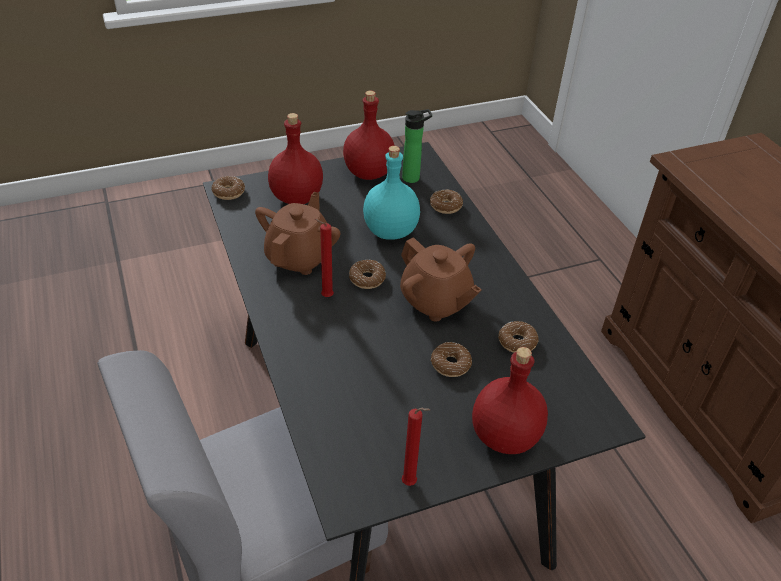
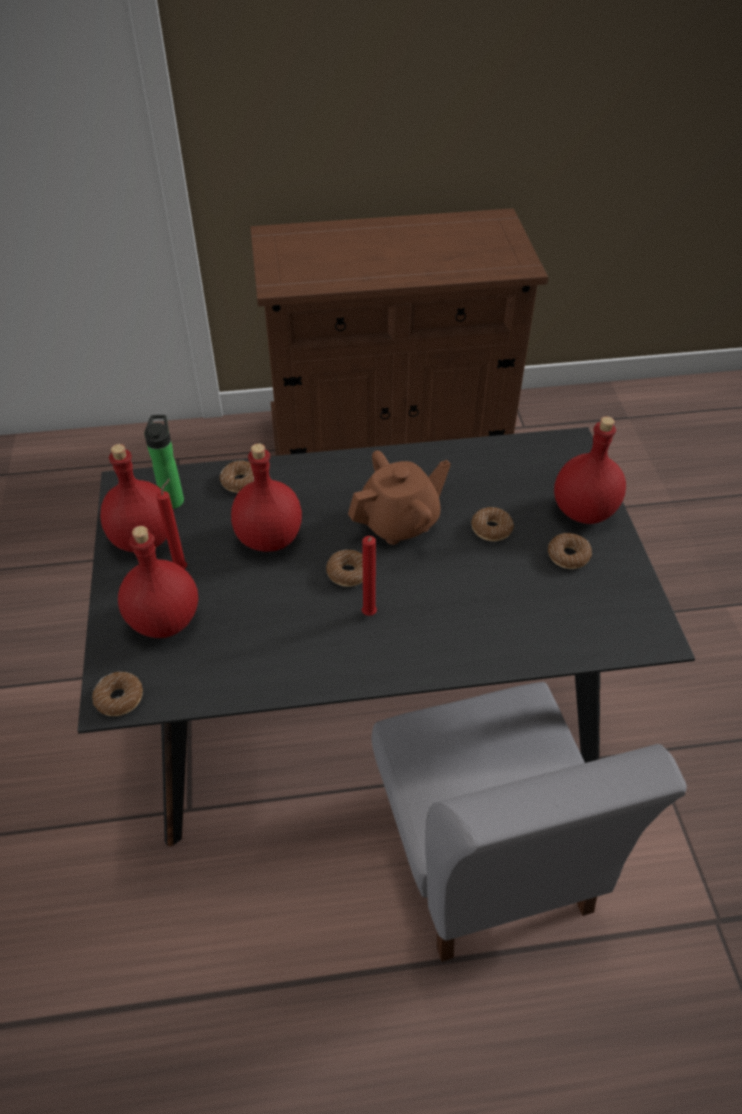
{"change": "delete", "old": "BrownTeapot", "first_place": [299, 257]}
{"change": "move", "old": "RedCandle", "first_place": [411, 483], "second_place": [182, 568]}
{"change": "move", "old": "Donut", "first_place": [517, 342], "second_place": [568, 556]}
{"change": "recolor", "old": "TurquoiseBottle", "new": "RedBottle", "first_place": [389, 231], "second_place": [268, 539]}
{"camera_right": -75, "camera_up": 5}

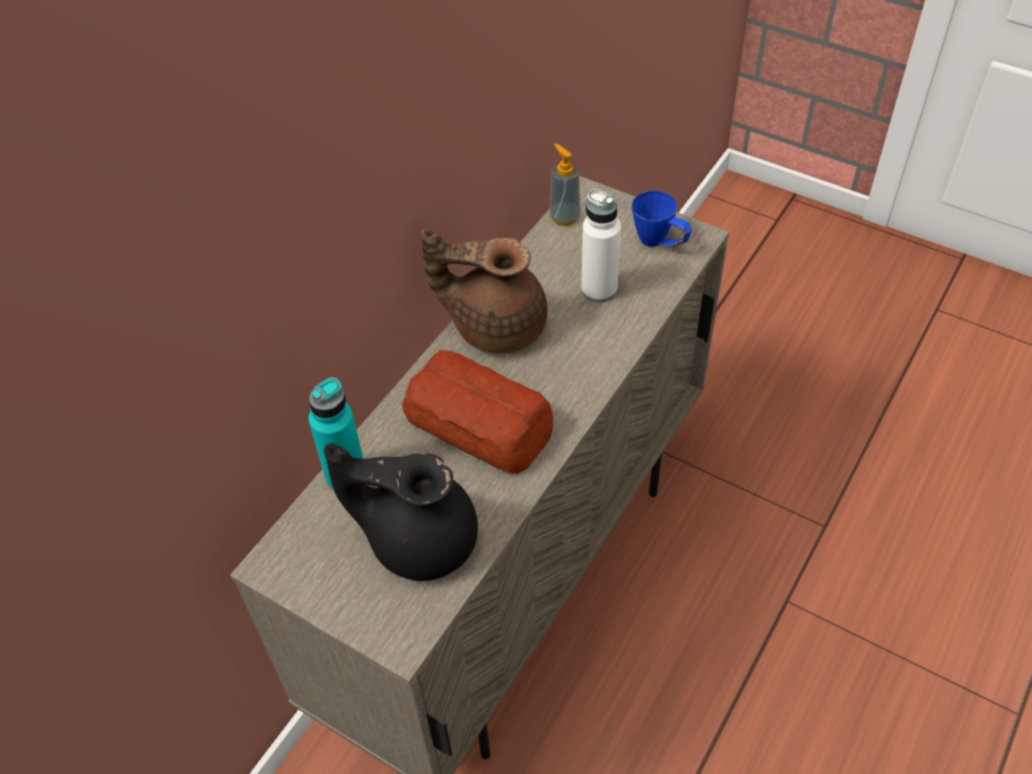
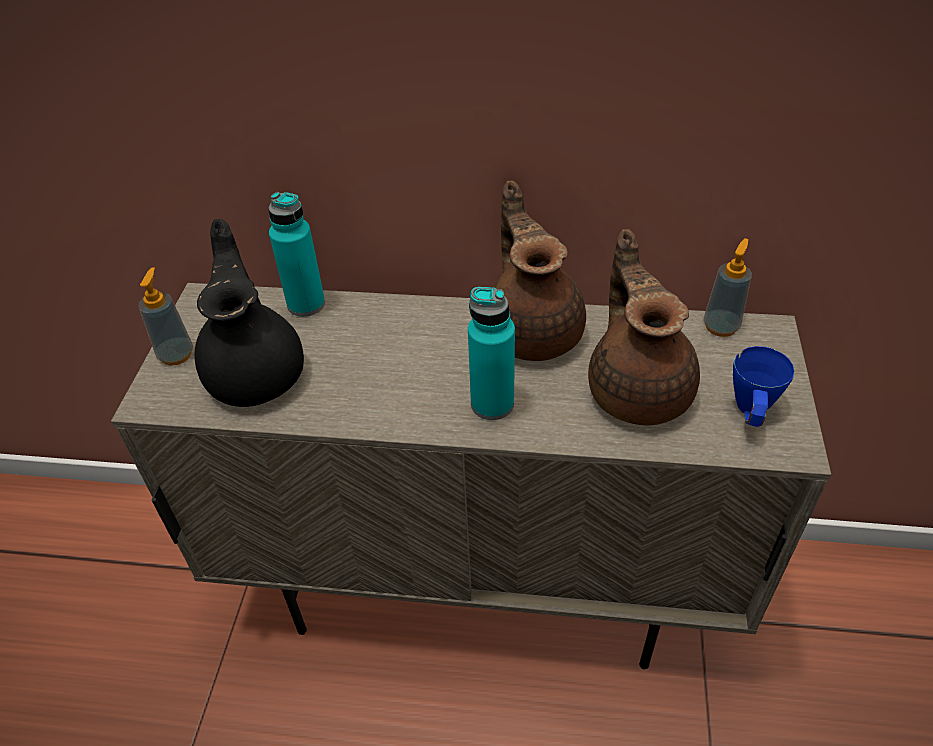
{"change": "delete", "old": "Bread", "first_place": [479, 425]}
{"change": "insert", "new": "SoapDispenser", "second_place": [176, 354]}
{"change": "insert", "new": "TurquoiseBottle", "second_place": [492, 404]}
{"change": "replace", "old": "WhiteBottle", "new": "BrownTeapot", "first_place": [599, 290], "second_place": [638, 388]}
{"camera_right": 65, "camera_up": -5}

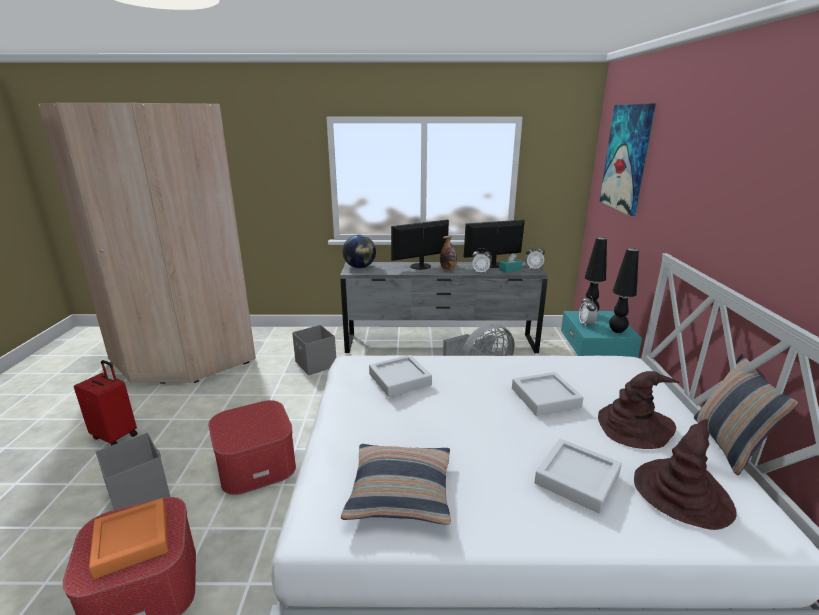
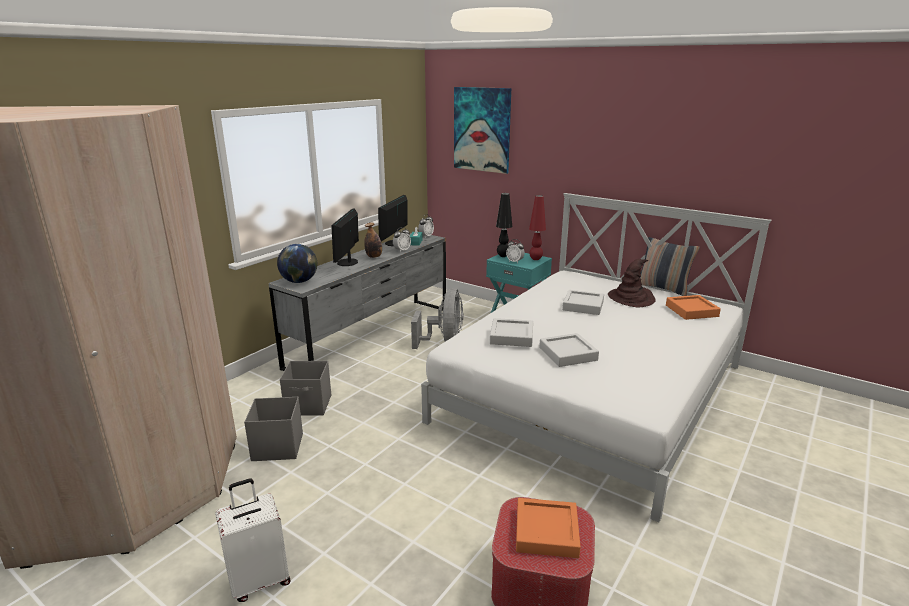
{"change": "delete", "old": "Ottoman", "first_place": [256, 463]}
{"change": "delete", "old": "Pillow", "first_place": [400, 492]}
{"change": "move", "old": "GreyStorageBox", "first_place": [139, 494], "second_place": [277, 447]}
{"change": "move", "old": "GreyTray", "first_place": [577, 479], "second_place": [568, 354]}
{"change": "replace", "old": "BrownHat", "new": "OrangeTray", "first_place": [682, 494], "second_place": [691, 311]}
{"change": "recolor", "old": "RedSuitcase", "new": "WhiteSuitcase", "first_place": [116, 436], "second_place": [260, 580]}
{"change": "recolor", "old": "BlackTableLamp", "new": "RedTableLamp", "first_place": [617, 331], "second_place": [535, 259]}
{"camera_right": -55, "camera_up": 0}

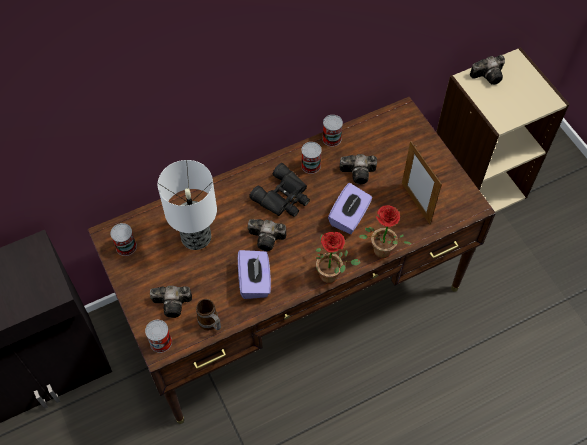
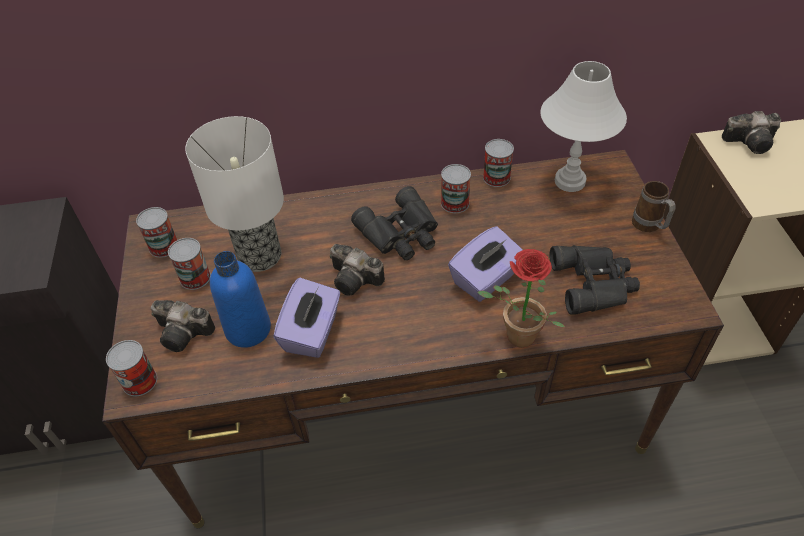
{"change": "delete", "old": "PottedPlant", "first_place": [332, 275]}
{"change": "delete", "old": "PhotoCamera", "first_place": [359, 173]}
{"change": "insert", "new": "Can", "second_place": [195, 277]}
{"change": "insert", "new": "BlueBottle", "second_place": [248, 329]}
{"change": "insert", "new": "WhiteTableLamp", "second_place": [569, 181]}
{"change": "move", "old": "Mug", "first_place": [211, 324], "second_place": [649, 227]}
{"change": "replace", "old": "PictureFrame", "new": "BlackBinoculars", "first_place": [416, 203], "second_place": [595, 283]}
{"camera_right": 20, "camera_up": -10}

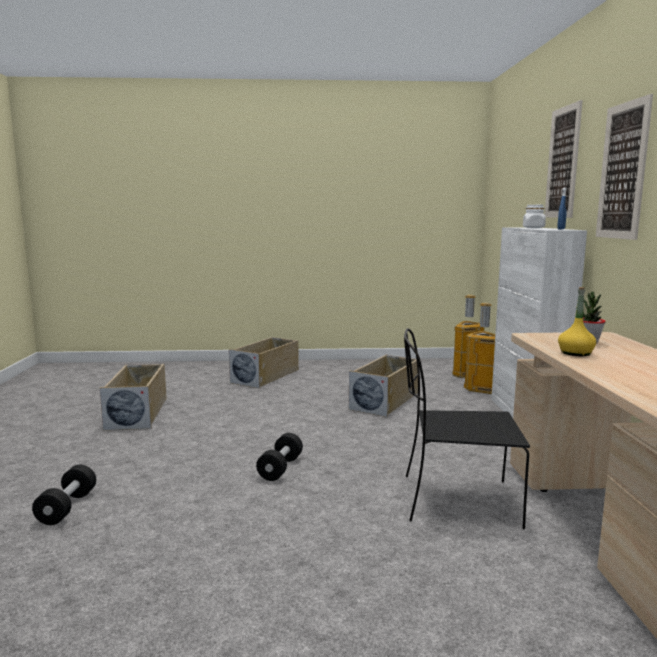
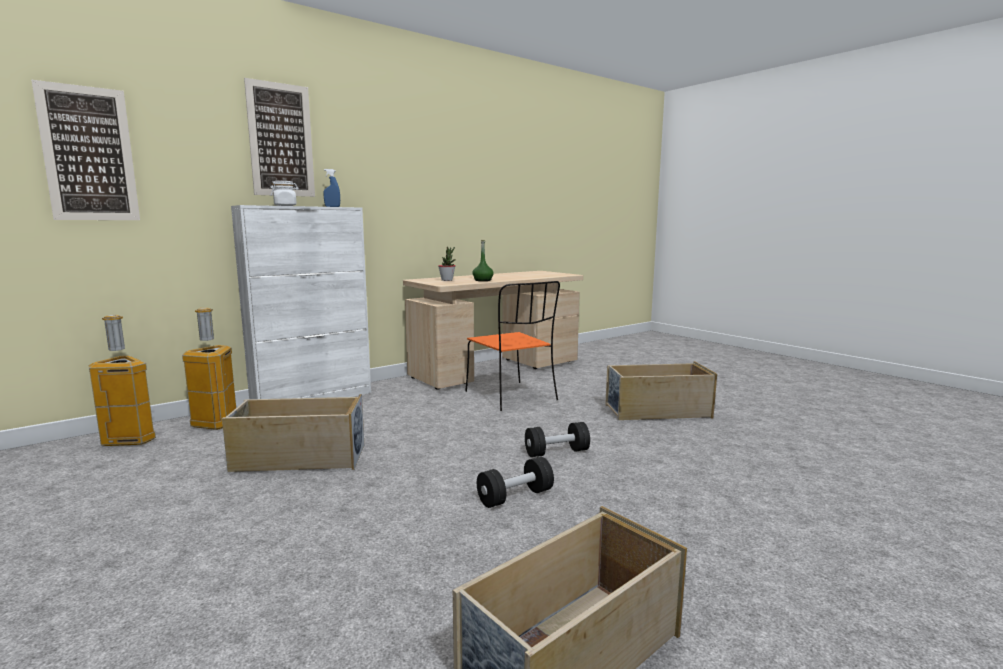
{"change": "move", "old": "BlackDumbbell", "first_place": [67, 507], "second_place": [515, 497]}
{"change": "move", "old": "BeigeStorageBox", "first_place": [266, 376], "second_place": [656, 411]}
{"change": "move", "old": "Picture", "first_place": [623, 171], "second_place": [89, 154]}
{"change": "recolor", "old": "BlackChair", "new": "OrangeChair", "first_place": [456, 501], "second_place": [512, 397]}
{"change": "recolor", "old": "YellowBottle", "new": "GreenBottle", "first_place": [575, 353], "second_place": [483, 280]}
{"camera_right": -125, "camera_up": 0}

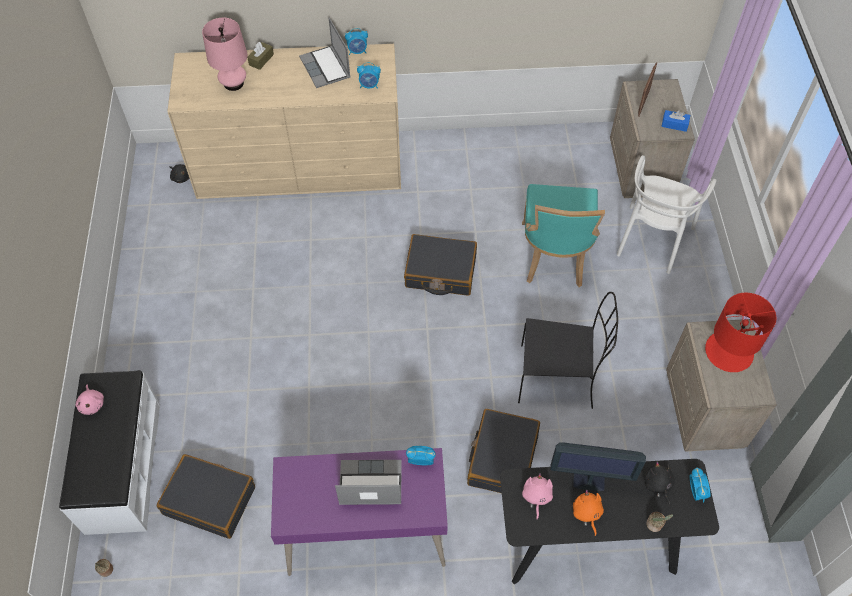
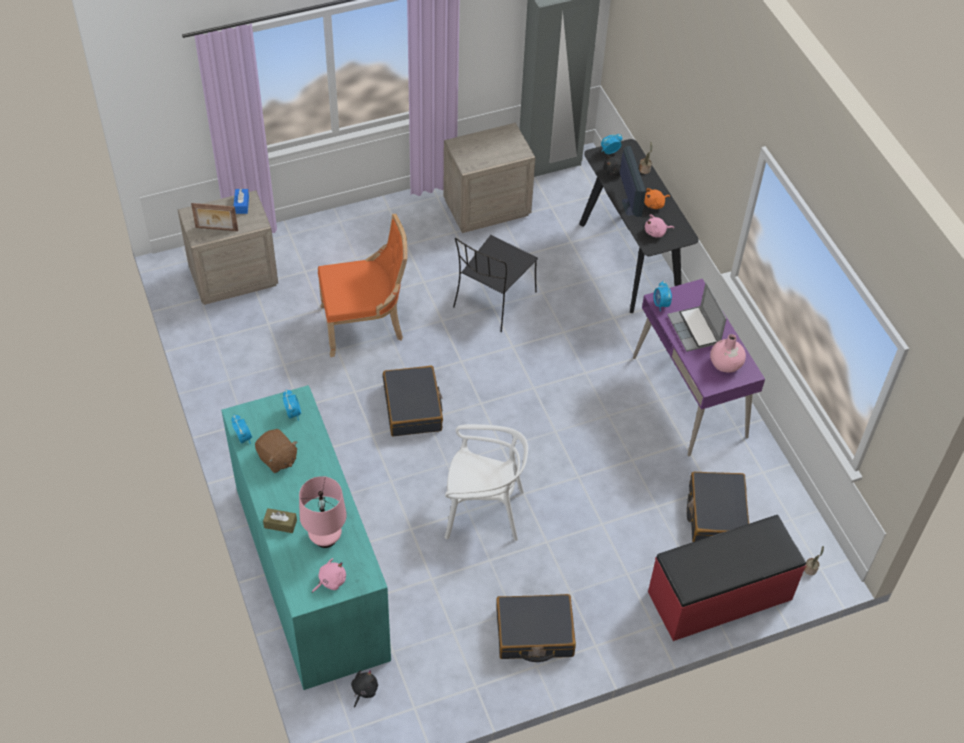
{"change": "delete", "old": "RedTableLamp", "first_place": [729, 352]}
{"change": "insert", "new": "PinkVase", "second_place": [725, 364]}
{"change": "move", "old": "PinkPlushToy", "first_place": [92, 404], "second_place": [330, 581]}
{"change": "move", "old": "BlackSuitcase", "first_place": [502, 458], "second_place": [534, 633]}
{"change": "move", "old": "WhiteChair", "first_place": [653, 239], "second_place": [483, 511]}
{"change": "replace", "old": "Laptop", "new": "BrownPlushToy", "first_place": [326, 68], "second_place": [277, 459]}
{"change": "recolor", "old": "WhiteBench", "new": "RedBench", "first_place": [122, 467], "second_place": [720, 596]}
{"change": "recolor", "old": "BeigeDresser", "new": "TurquoiseDresser", "first_place": [299, 165], "second_place": [311, 572]}
{"change": "recolor", "old": "TurquoiseChair", "new": "OrangeChair", "first_place": [554, 257], "second_place": [365, 325]}
{"change": "rotate", "old": "BlackChair", "first_place": [558, 377], "second_place": [493, 301], "degrees": -135}
{"camera_right": -110, "camera_up": -5}

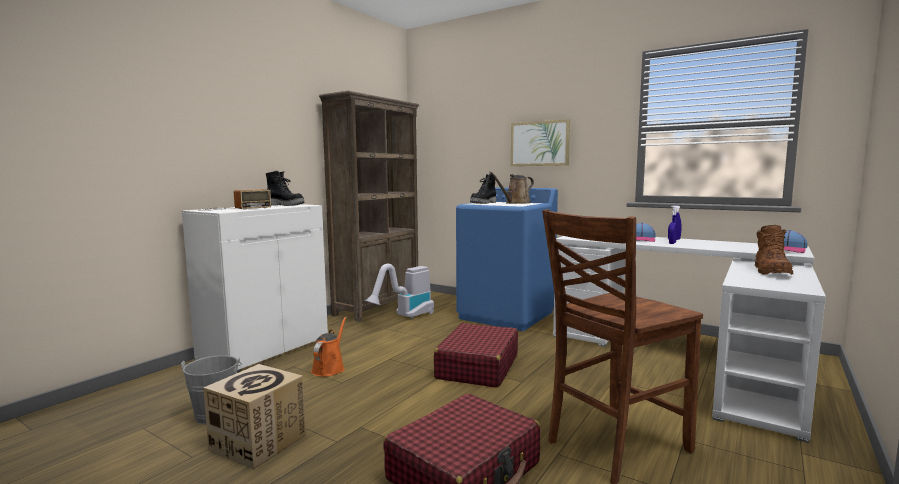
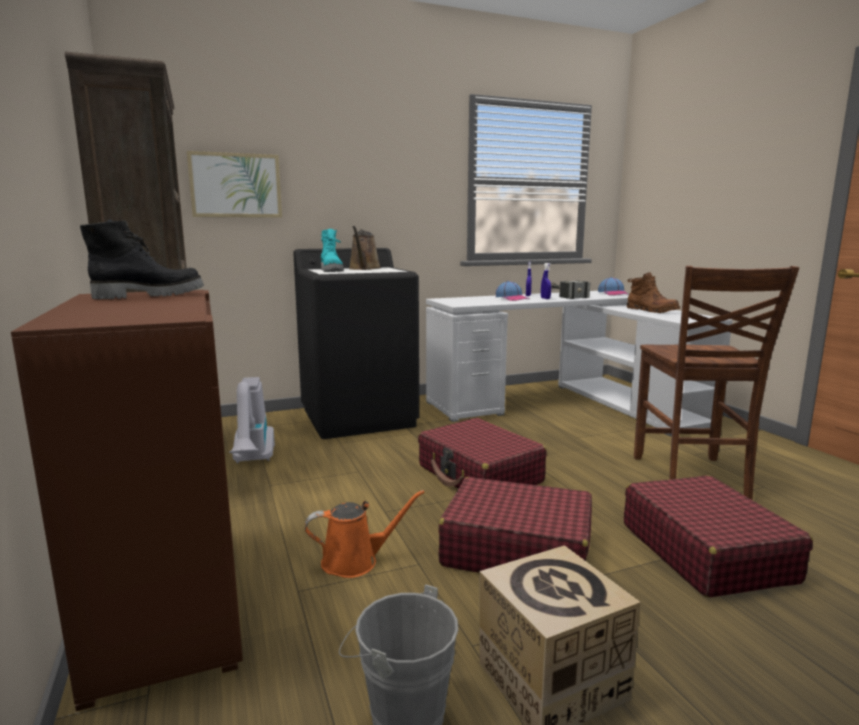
{"change": "delete", "old": "Radio", "first_place": [232, 209]}
{"change": "insert", "new": "RedSuitcase", "second_place": [516, 549]}
{"change": "insert", "new": "Hammer", "second_place": [565, 296]}
{"change": "move", "old": "Picture", "first_place": [540, 143], "second_place": [235, 185]}
{"change": "recolor", "old": "WhiteCabinet", "new": "BrownCabinet", "first_place": [265, 348], "second_place": [167, 602]}
{"change": "recolor", "old": "BlueWashingMachine", "new": "BlackWashingMachine", "first_place": [507, 315], "second_place": [359, 417]}
{"change": "recolor", "old": "BlackBoot", "new": "TurquoiseBoot", "first_place": [484, 203], "second_place": [332, 271]}
{"change": "rotate", "old": "OrangeWateringCan", "first_place": [329, 368], "second_place": [355, 561], "degrees": 120}
{"camera_right": -55, "camera_up": 5}

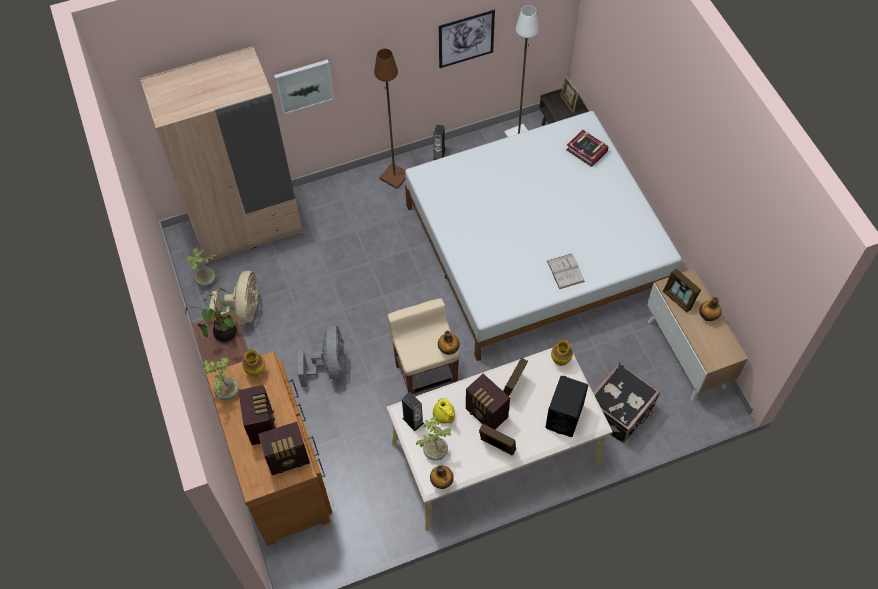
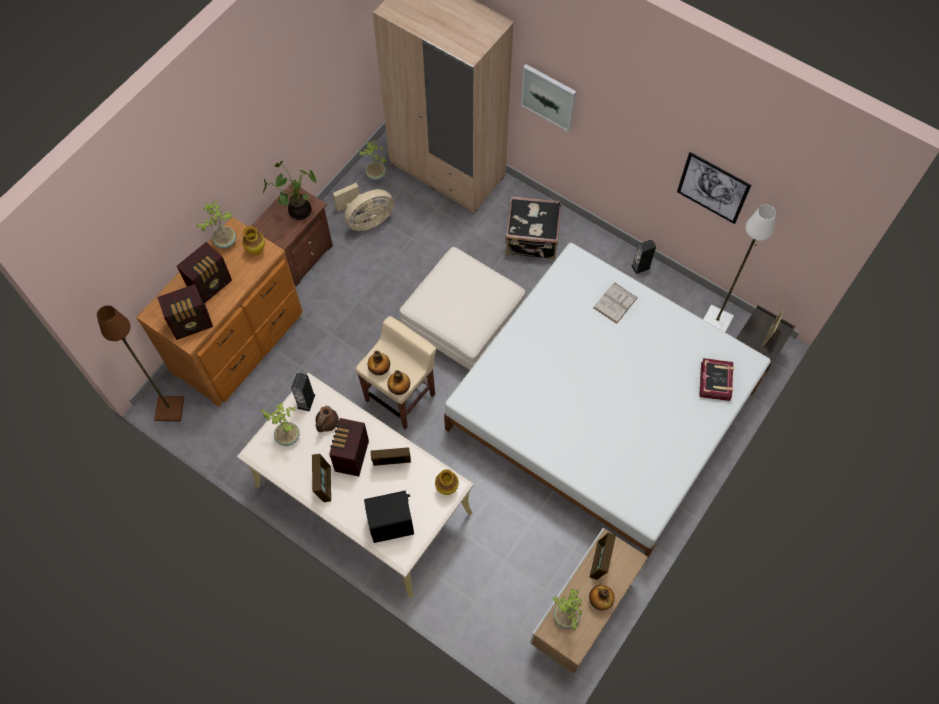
{"change": "delete", "old": "GreyFan", "first_place": [329, 366]}
{"change": "insert", "new": "WhiteOttoman", "second_place": [463, 322]}
{"change": "insert", "new": "PottedPlant", "second_place": [565, 617]}
{"change": "move", "old": "BrownFloorLamp", "first_place": [394, 177], "second_place": [169, 408]}
{"change": "move", "old": "Bottle", "first_place": [441, 481], "second_place": [380, 369]}
{"change": "move", "old": "WhiteBook", "first_place": [565, 271], "second_place": [615, 303]}
{"change": "move", "old": "BlackSuitcase", "first_place": [619, 412], "second_place": [532, 239]}
{"change": "recolor", "old": "YellowTeapot", "new": "BrownTeapot", "first_place": [444, 416], "second_place": [326, 423]}
{"change": "rotate", "old": "Radio", "first_place": [289, 459], "second_place": [192, 324], "degrees": -60}
{"camera_right": 55, "camera_up": 5}

